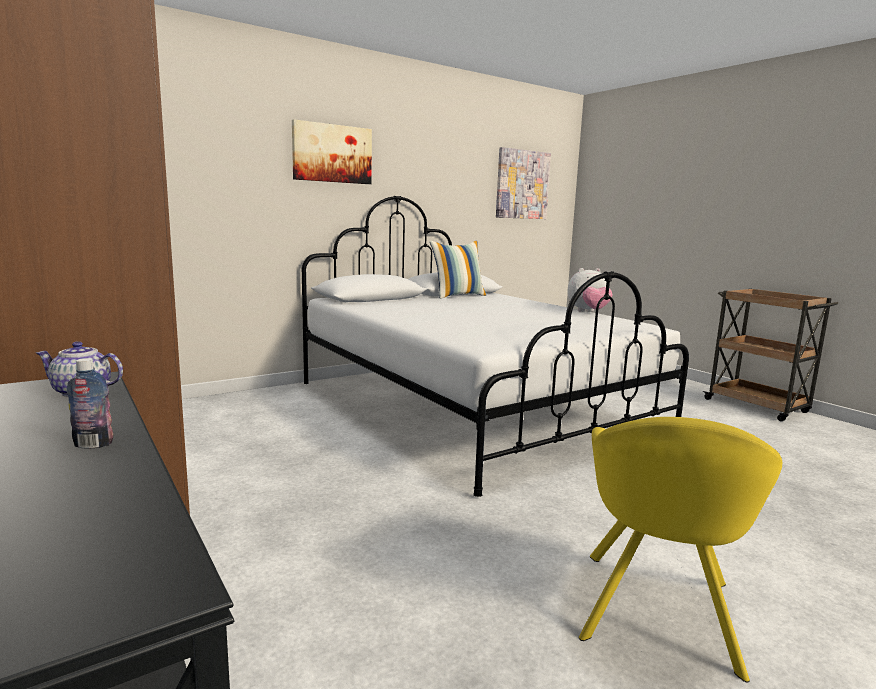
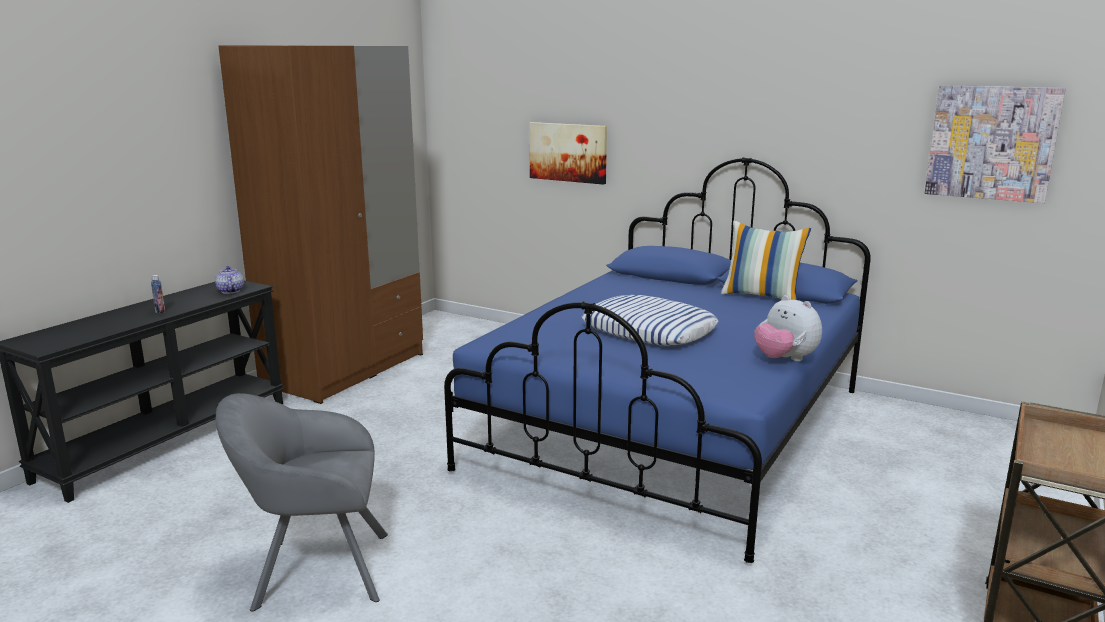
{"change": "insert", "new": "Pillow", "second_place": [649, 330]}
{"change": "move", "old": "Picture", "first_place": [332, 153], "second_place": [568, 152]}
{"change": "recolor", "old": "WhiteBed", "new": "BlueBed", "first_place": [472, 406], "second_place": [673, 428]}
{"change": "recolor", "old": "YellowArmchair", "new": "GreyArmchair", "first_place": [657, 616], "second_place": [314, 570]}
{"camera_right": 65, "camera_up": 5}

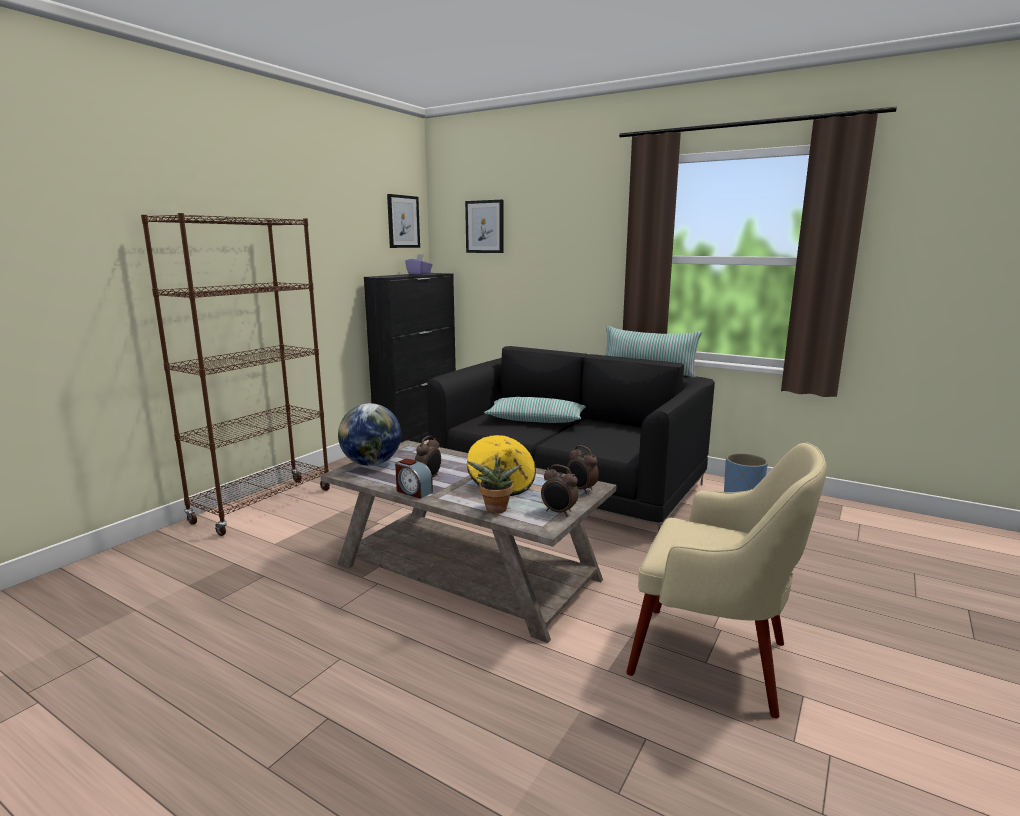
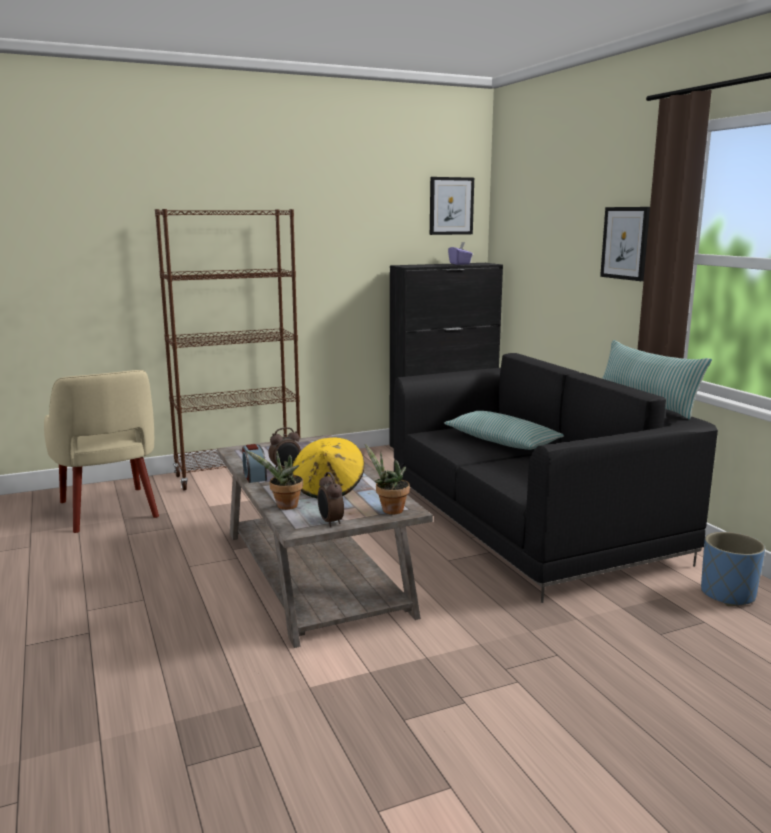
{"change": "delete", "old": "Globe", "first_place": [371, 463]}
{"change": "move", "old": "Picture", "first_place": [485, 226], "second_place": [625, 243]}
{"change": "move", "old": "BeigeArmchair", "first_place": [712, 658], "second_place": [109, 510]}
{"change": "replace", "old": "AlarmClock", "new": "PottedPlant", "first_place": [581, 489], "second_place": [389, 510]}
{"camera_right": 35, "camera_up": 0}

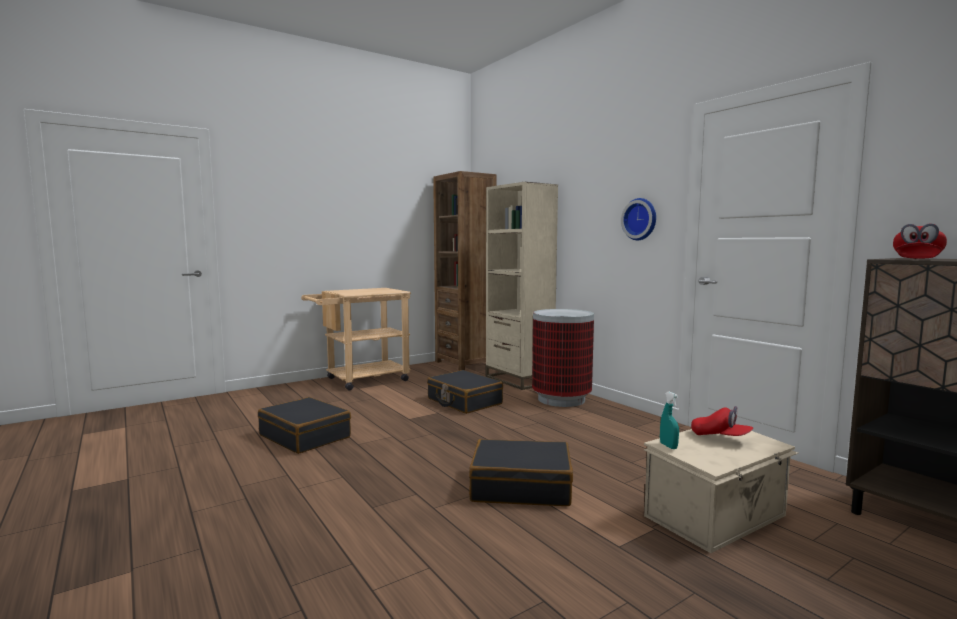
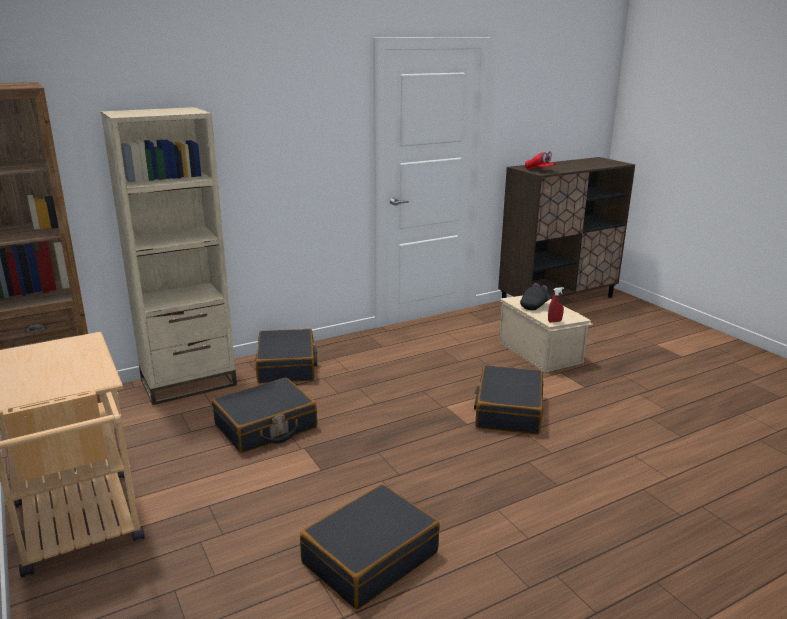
{"change": "delete", "old": "WallClock", "first_place": [640, 219]}
{"change": "replace", "old": "TrashCan", "new": "BlackSuitcase", "first_place": [561, 399], "second_place": [287, 366]}
{"change": "recolor", "old": "TurquoiseSprayBottle", "new": "RedSprayBottle", "first_place": [668, 446], "second_place": [554, 321]}
{"change": "recolor", "old": "RedCap", "new": "BlackCap", "first_place": [720, 437], "second_place": [534, 305]}
{"camera_right": -85, "camera_up": 15}

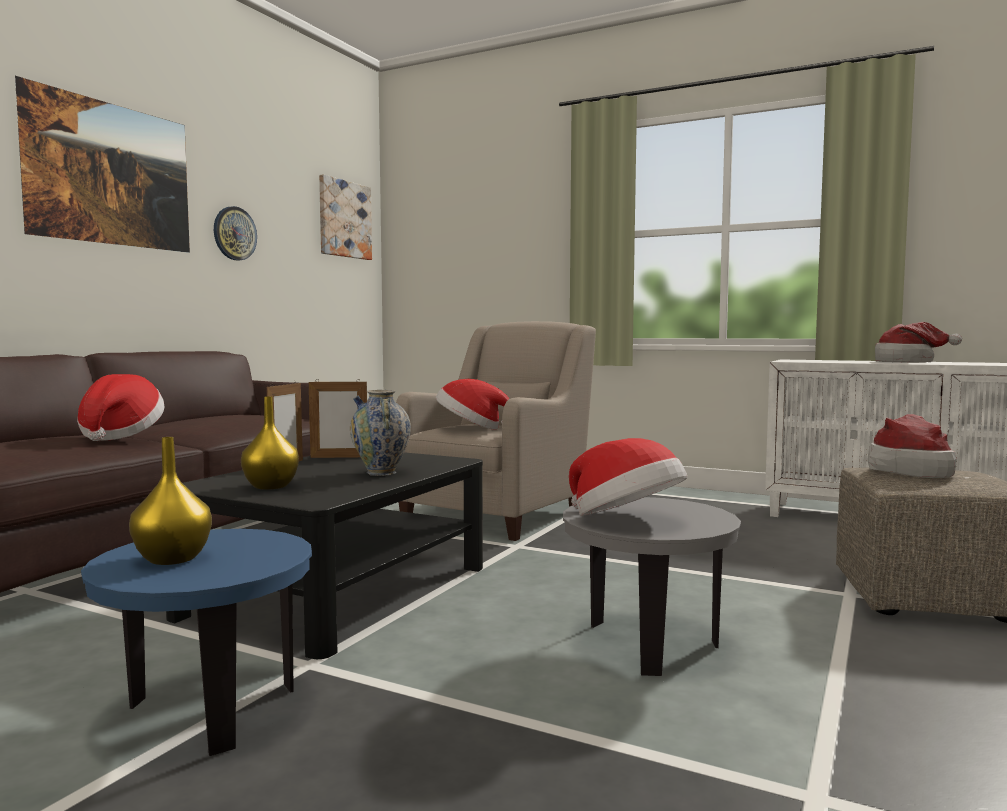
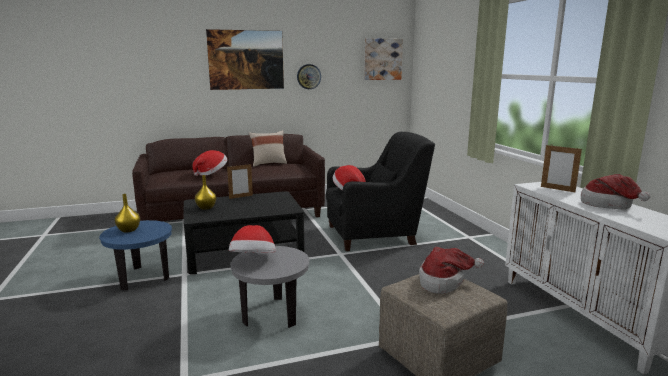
{"change": "delete", "old": "Vase", "first_place": [381, 473]}
{"change": "insert", "new": "BeigePillow", "second_place": [268, 164]}
{"change": "move", "old": "PictureFrame", "first_place": [339, 457], "second_place": [557, 189]}
{"change": "recolor", "old": "BeigeArmchair", "new": "BlackArmchair", "first_place": [498, 514], "second_place": [374, 234]}
{"camera_right": 45, "camera_up": 10}

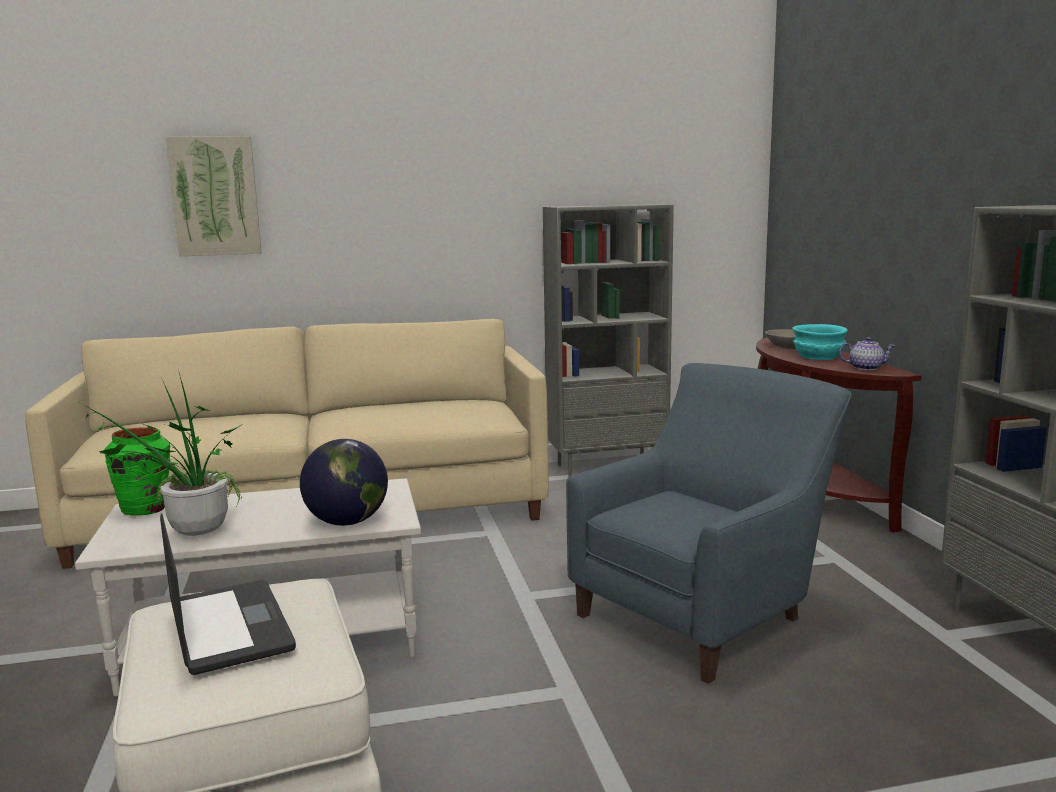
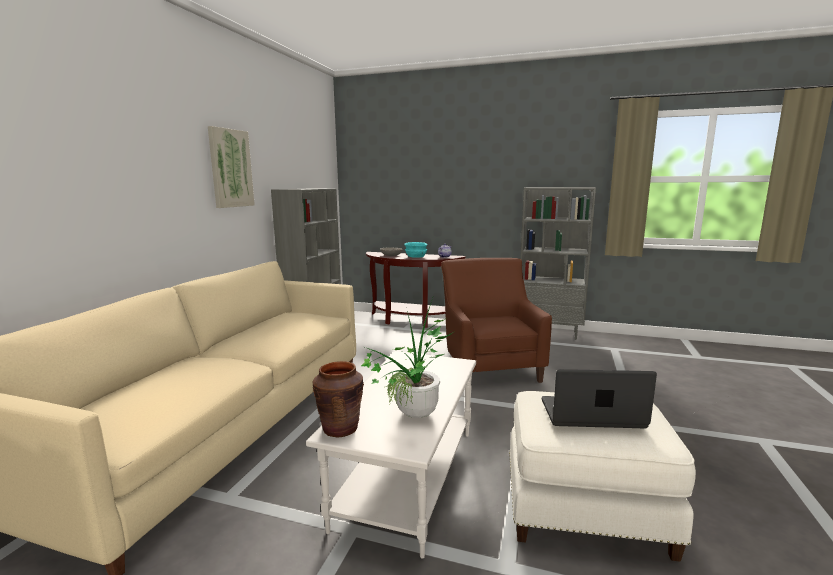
{"change": "delete", "old": "Globe", "first_place": [347, 522]}
{"change": "move", "old": "Picture", "first_place": [215, 196], "second_place": [230, 168]}
{"change": "recolor", "old": "GreenVase", "new": "BrownVase", "first_place": [145, 509], "second_place": [340, 429]}
{"change": "recolor", "old": "BlueArmchair", "new": "BrownArmchair", "first_place": [706, 613], "second_place": [489, 366]}
{"camera_right": -60, "camera_up": 0}

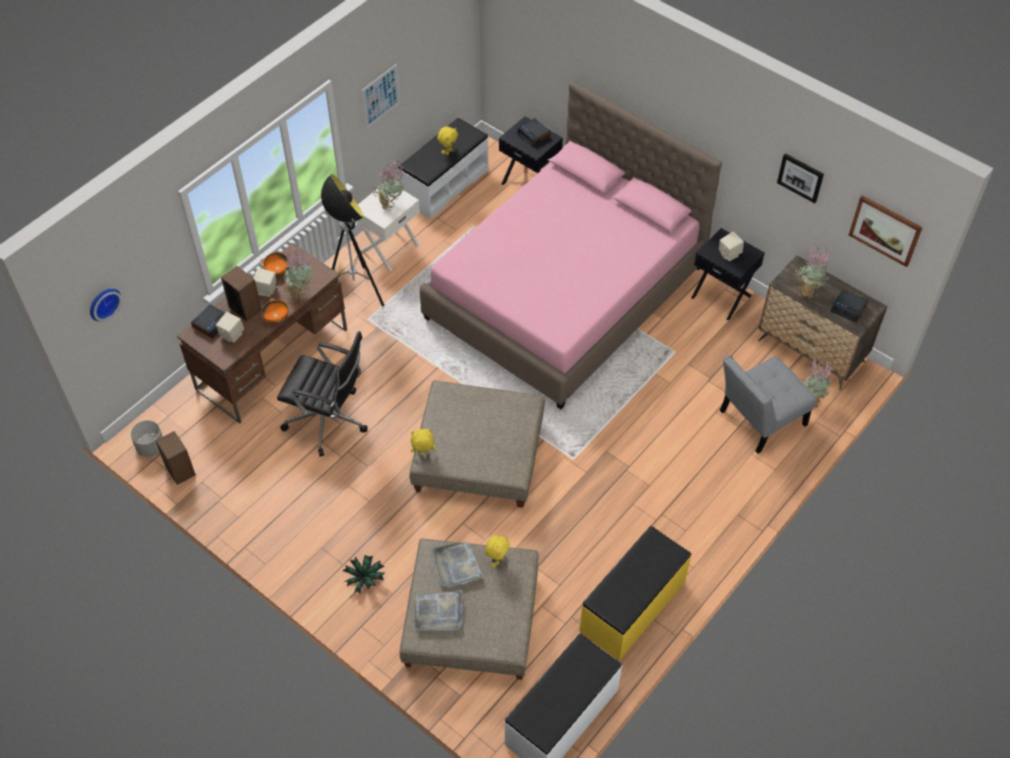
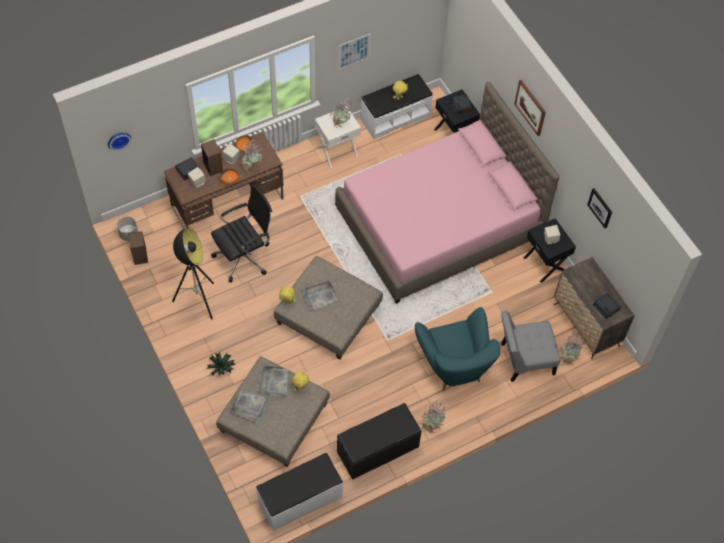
{"change": "insert", "new": "GreyTray", "second_place": [319, 295]}
{"change": "insert", "new": "TurquoiseArmchair", "second_place": [454, 367]}
{"change": "move", "old": "FloorLamp", "first_place": [355, 292], "second_place": [197, 301]}
{"change": "move", "old": "PottedPlant", "first_place": [807, 290], "second_place": [431, 425]}
{"change": "move", "old": "Picture", "first_place": [885, 230], "second_place": [530, 107]}
{"change": "recolor", "old": "YellowBench", "new": "BlackBench", "first_place": [633, 607], "second_place": [378, 450]}
{"change": "rotate", "old": "BlackOfficeChair", "first_place": [329, 420], "second_place": [244, 257], "degrees": -75}
{"camera_right": 20, "camera_up": 5}

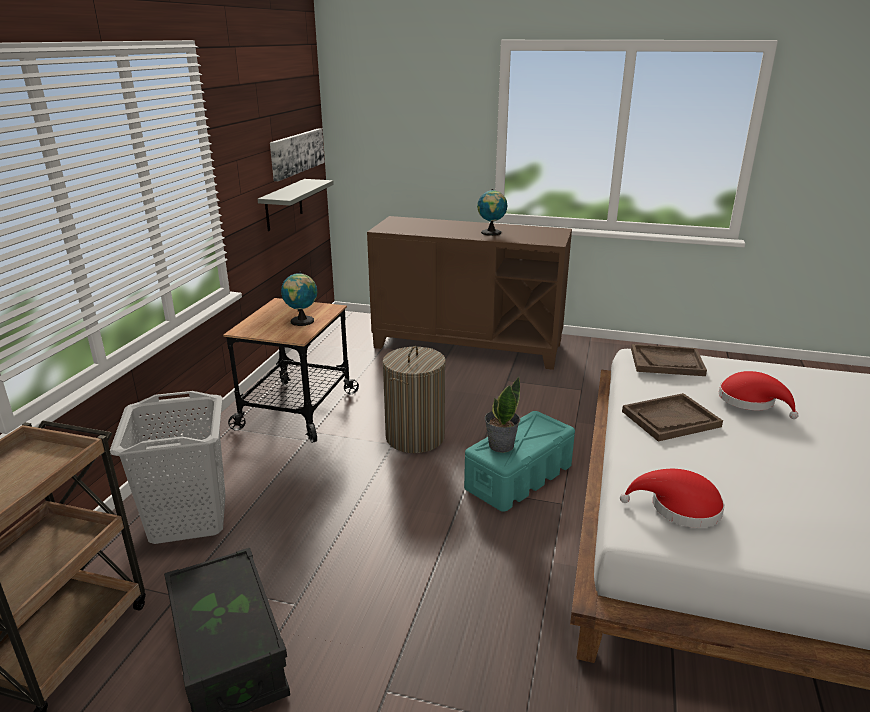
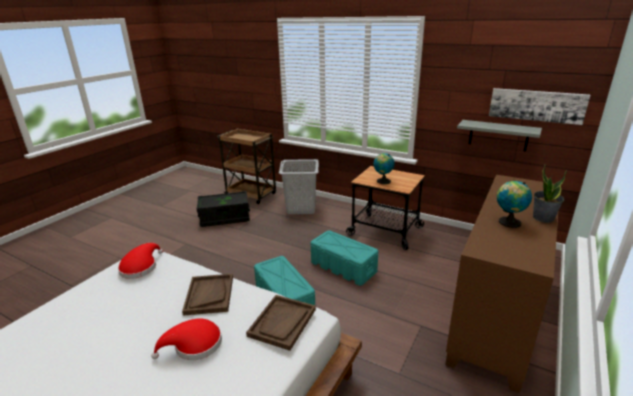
{"change": "move", "old": "PottedPlant", "first_place": [500, 445], "second_place": [543, 218]}
{"change": "replace", "old": "LaundryBasket", "new": "TurquoiseStorageBox", "first_place": [415, 437], "second_place": [344, 267]}
{"camera_right": 105, "camera_up": 0}

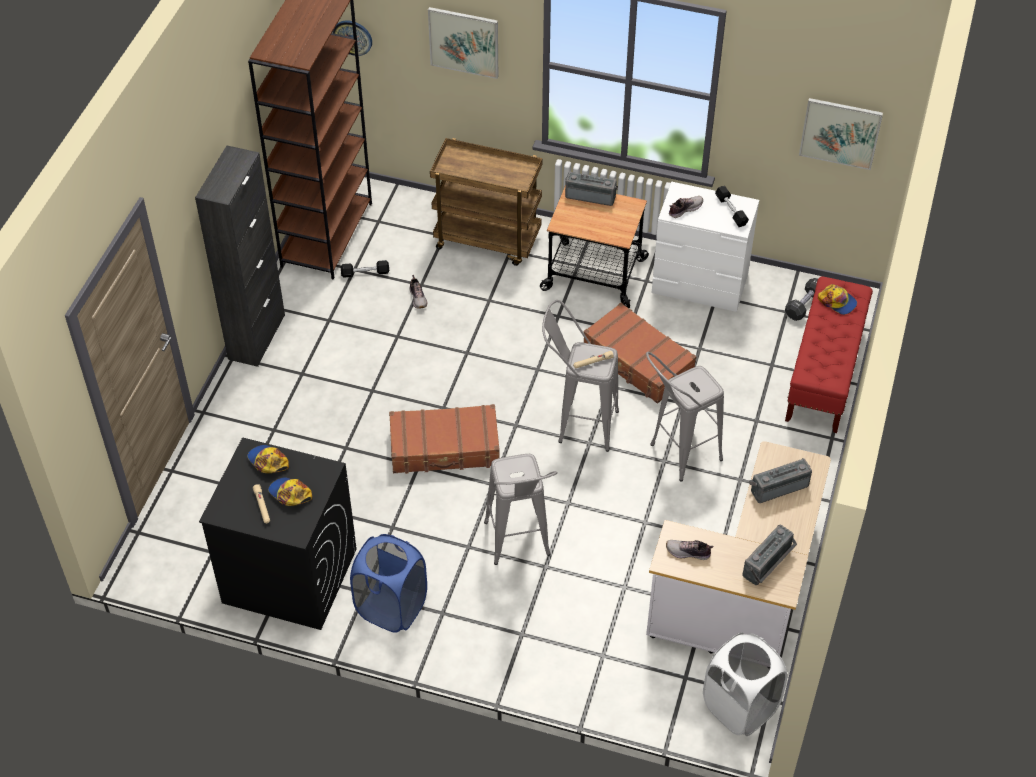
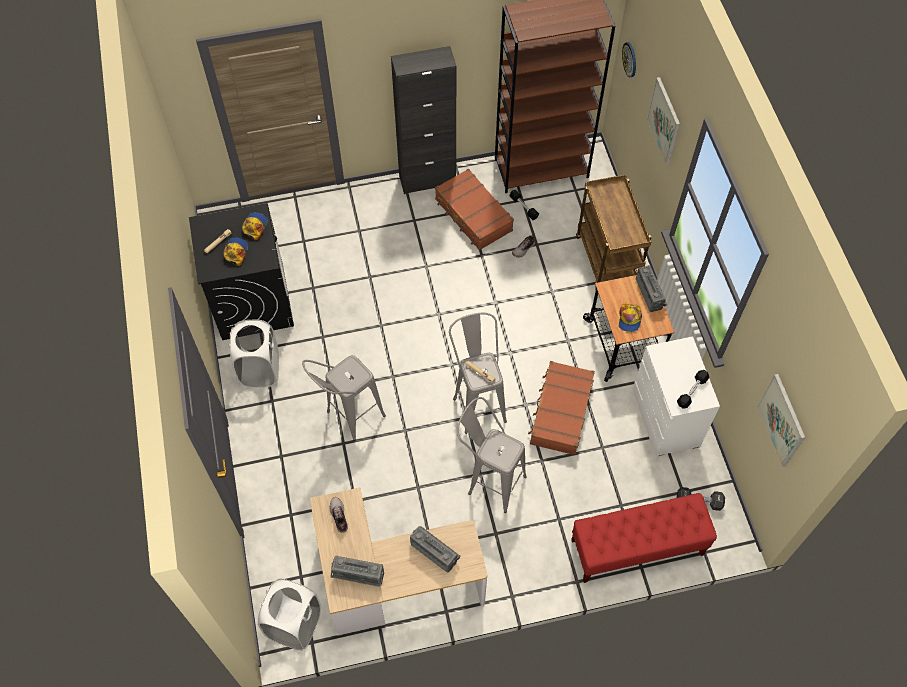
{"change": "delete", "old": "Shoe", "first_place": [684, 209]}
{"change": "move", "old": "BrownSuitcase", "first_place": [445, 448], "second_place": [473, 215]}
{"change": "move", "old": "Cap", "first_place": [837, 302], "second_place": [629, 319]}
{"change": "recolor", "old": "BlueLaundryBasket", "new": "WhiteLaundryBasket", "first_place": [391, 607], "second_place": [260, 369]}
{"camera_right": 60, "camera_up": 10}

